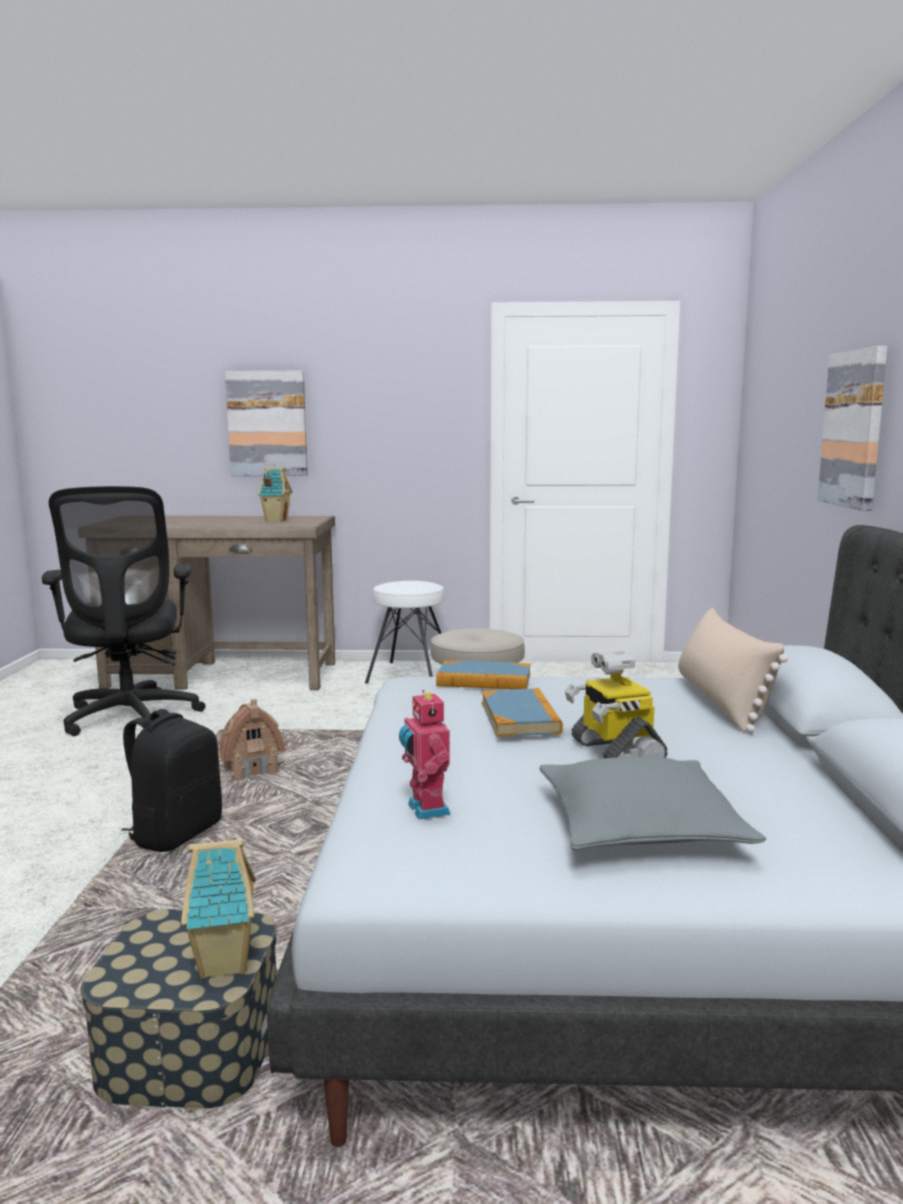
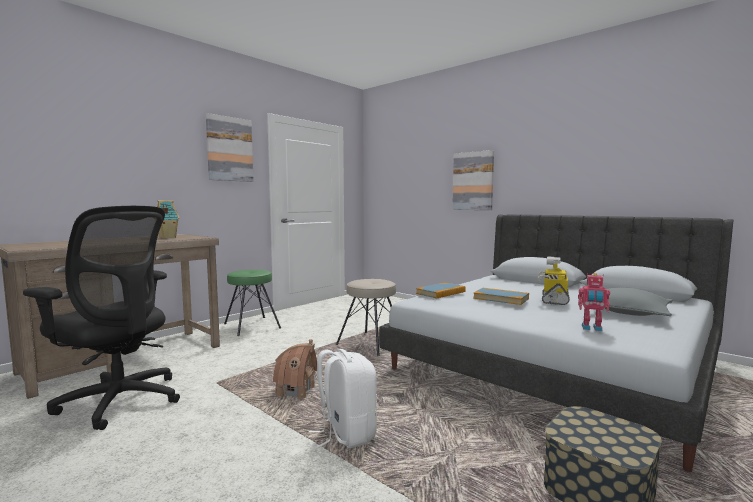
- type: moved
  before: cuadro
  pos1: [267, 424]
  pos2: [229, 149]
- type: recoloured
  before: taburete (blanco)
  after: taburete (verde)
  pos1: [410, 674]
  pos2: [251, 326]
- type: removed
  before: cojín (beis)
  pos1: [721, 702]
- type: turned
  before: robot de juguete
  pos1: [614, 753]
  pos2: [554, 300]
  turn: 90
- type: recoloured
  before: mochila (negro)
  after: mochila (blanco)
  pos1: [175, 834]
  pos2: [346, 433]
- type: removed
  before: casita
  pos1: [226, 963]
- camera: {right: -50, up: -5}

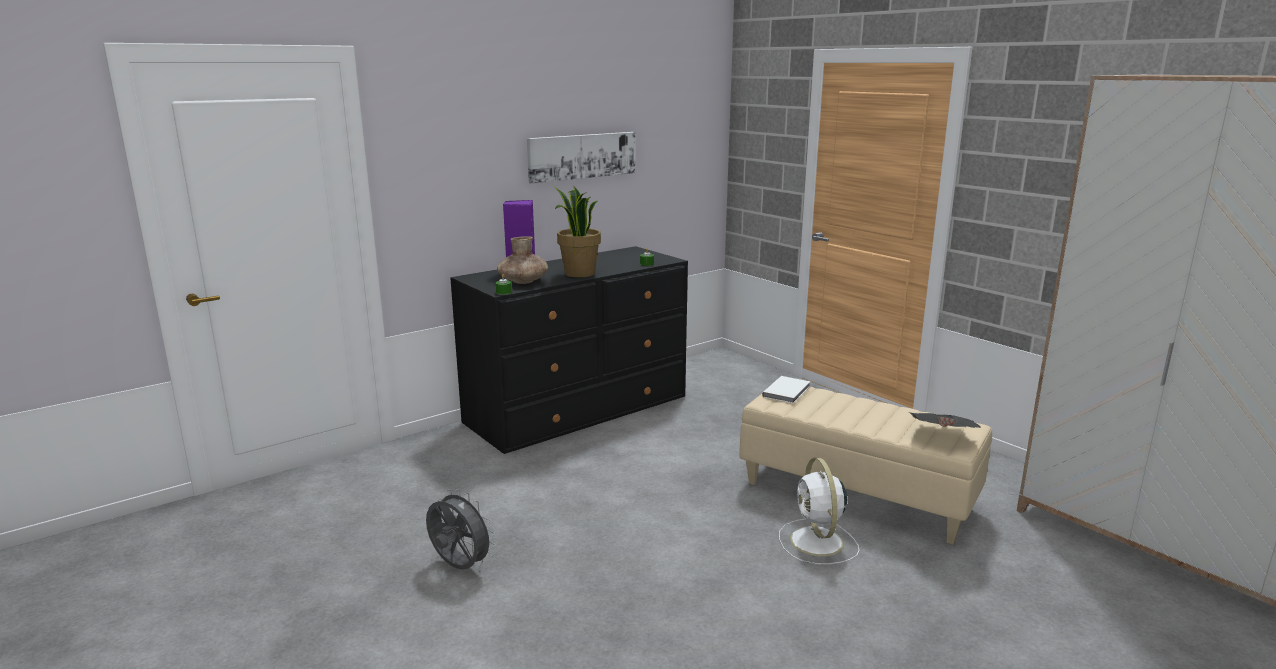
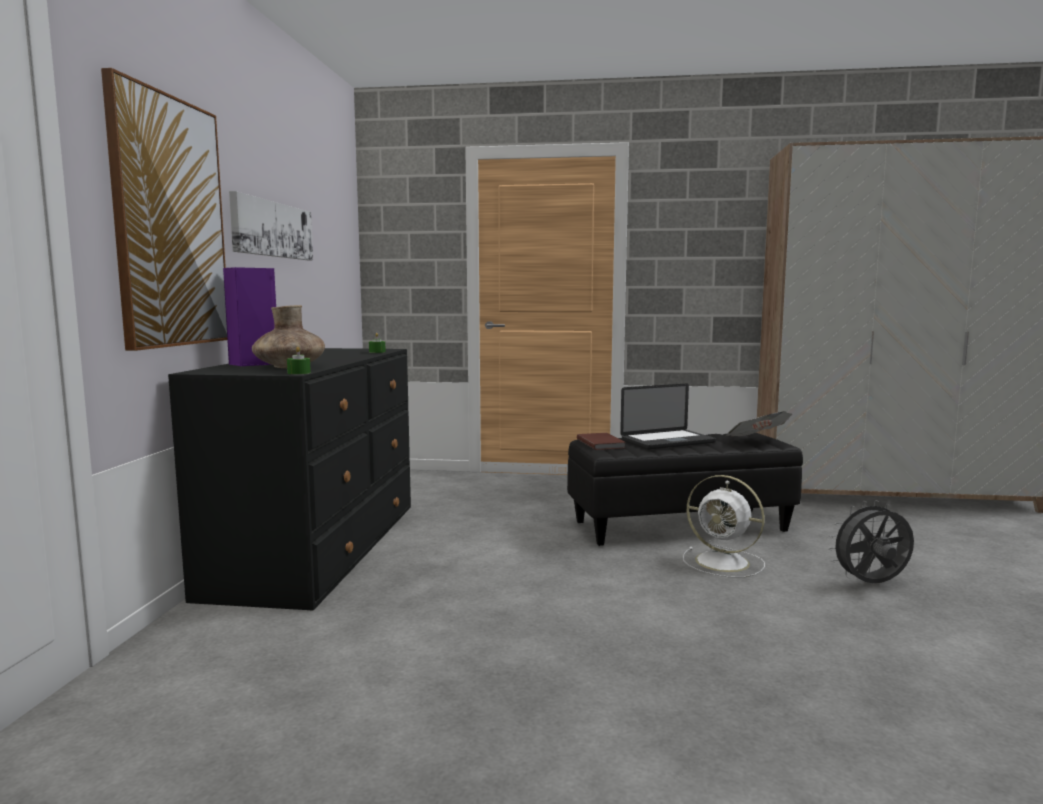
- type: removed
  before: planta en maceta
  pos1: [579, 273]
- type: recoloured
  before: libro (blanco)
  after: libro (marrón)
  pos1: [787, 391]
  pos2: [601, 443]
- type: recoloured
  before: puf (beis)
  after: puf (negro)
  pos1: [857, 495]
  pos2: [679, 526]
- type: moved
  before: ventilador (gris)
  pos1: [459, 567]
  pos2: [871, 584]
- type: added
  after: cuadro
  pos2: [169, 222]
- type: added
  after: portátil
  pos2: [668, 441]
- camera: {right: -45, up: -10}

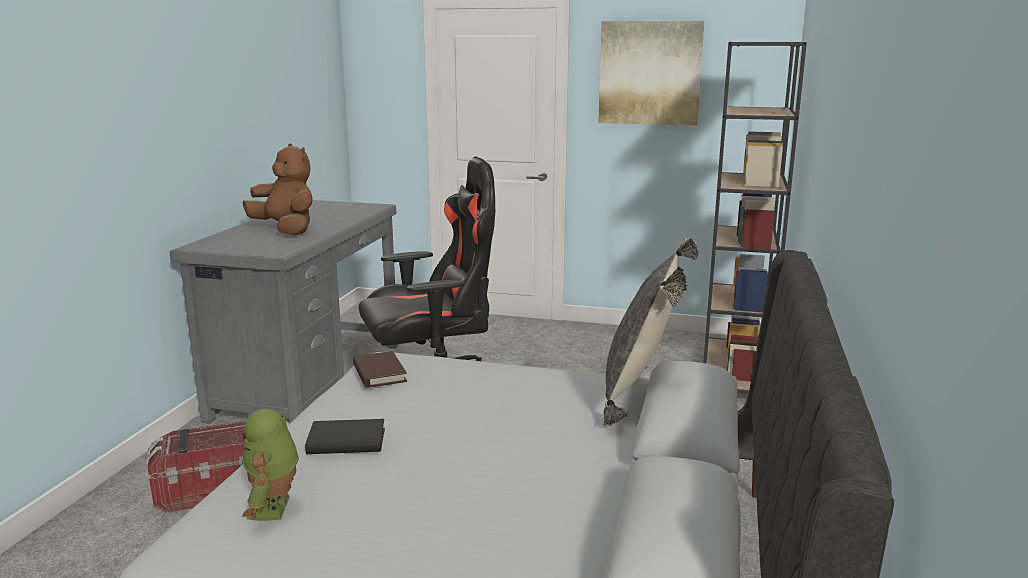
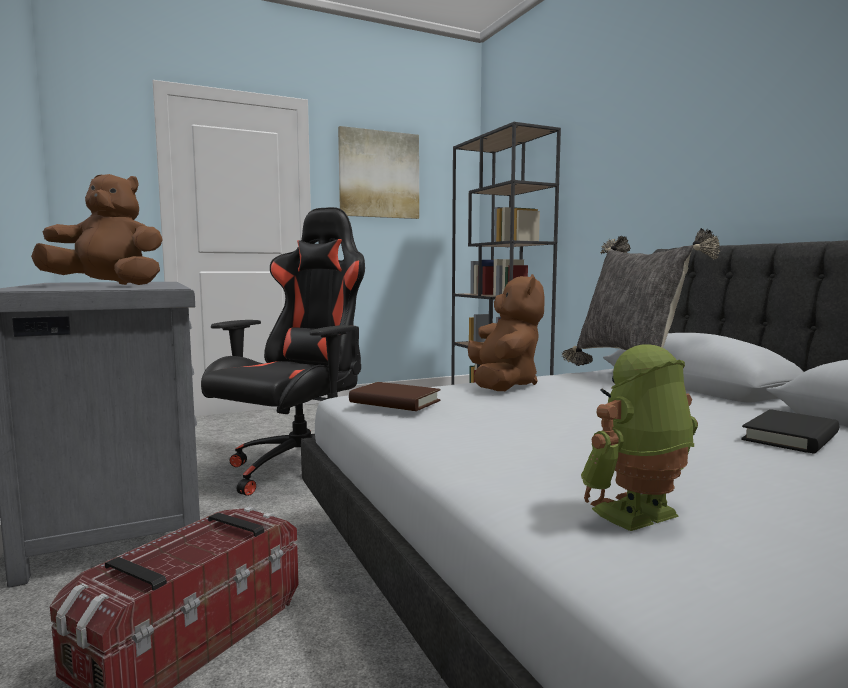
- type: turned
  before: robot de juguete
  pos1: [274, 508]
  pos2: [639, 516]
  turn: 105
- type: moved
  before: libro (negro)
  pos1: [346, 441]
  pos2: [790, 437]
- type: added
  after: peluche (marrón)
  pos2: [503, 384]
- camera: {right: -40, up: -10}

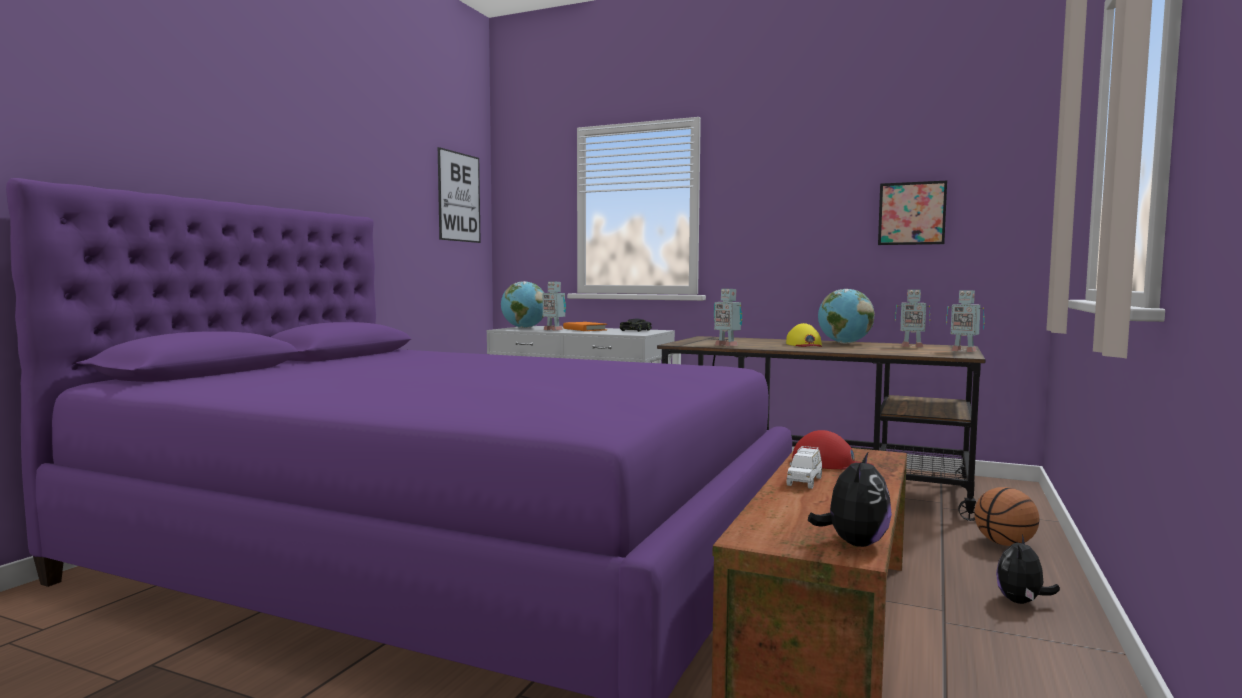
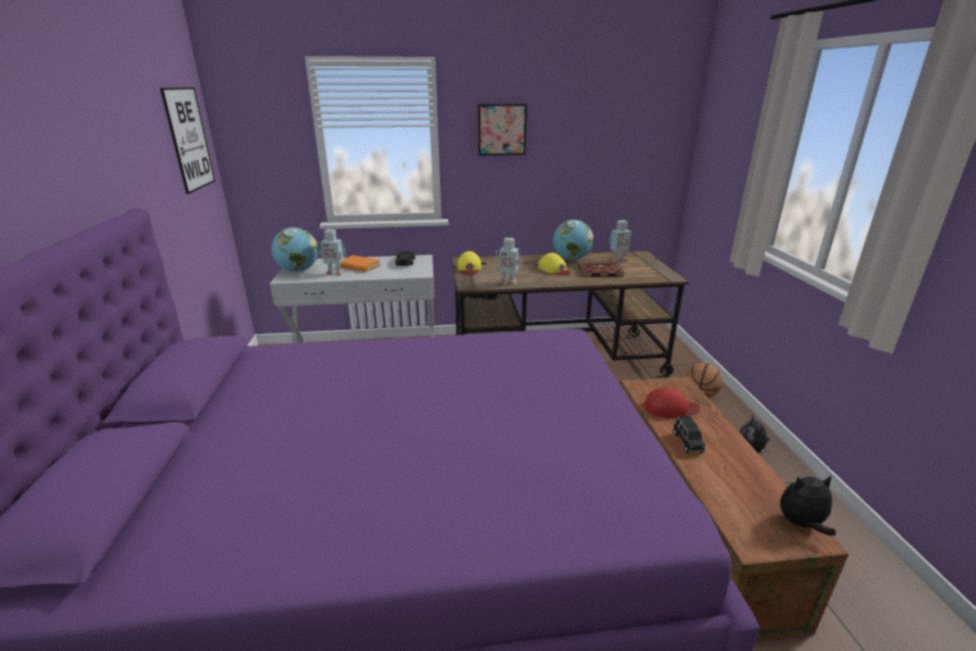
- type: moved
  before: cuadro
  pos1: [911, 213]
  pos2: [502, 130]
- type: removed
  before: robot de juguete
  pos1: [963, 351]
- type: recoloured
  before: coche de juguete (blanco)
  after: coche de juguete (negro)
  pos1: [804, 481]
  pos2: [687, 442]
- type: turned
  before: peluche
  pos1: [854, 543]
  pos2: [801, 524]
  turn: -90
- type: added
  after: gorra (amarillo)
  pos2: [469, 268]
- type: added
  after: libro
  pos2: [599, 272]
- camera: {right: -30, up: 20}

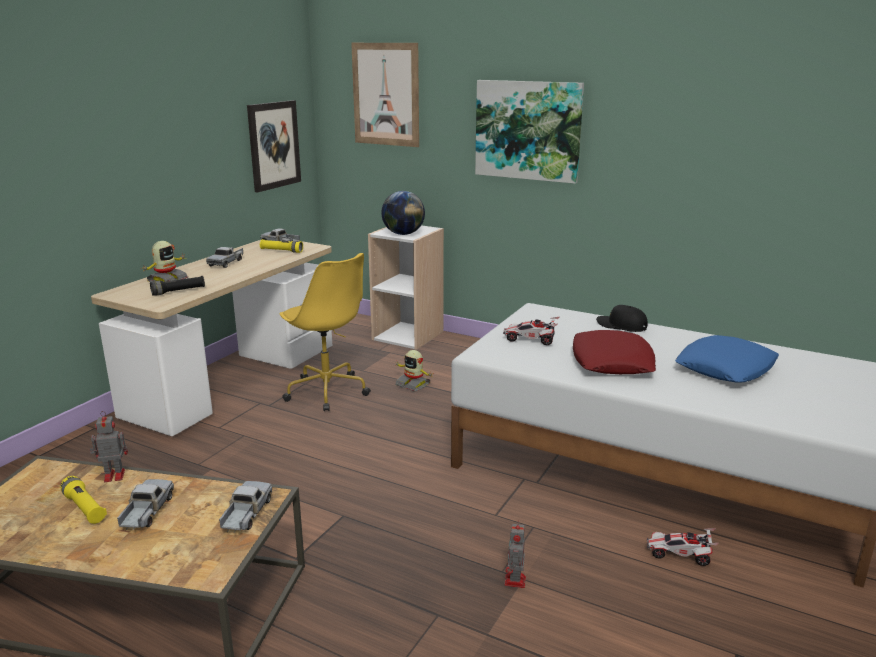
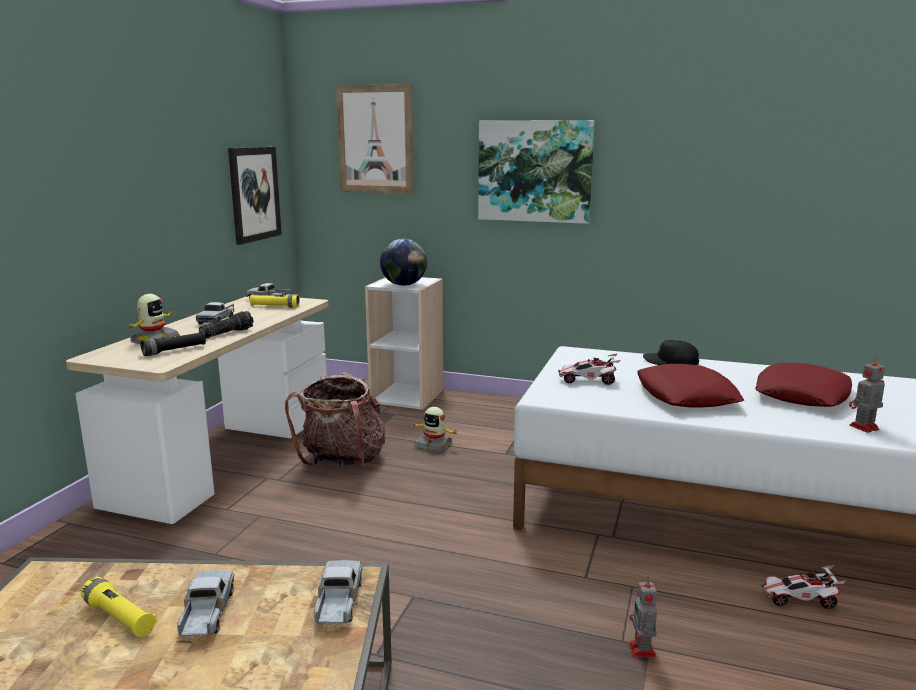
- type: replaced
  before: silla de oficina (amarillo)
  after: mochila
  pos1: [328, 392]
  pos2: [342, 461]
- type: recoloured
  before: cojín (azul)
  after: cojín (rojo)
  pos1: [725, 368]
  pos2: [802, 395]
- type: moved
  before: robot de juguete
  pos1: [113, 476]
  pos2: [863, 427]
- type: added
  after: linterna
  pos2: [226, 333]
- camera: {right: -10, up: -5}

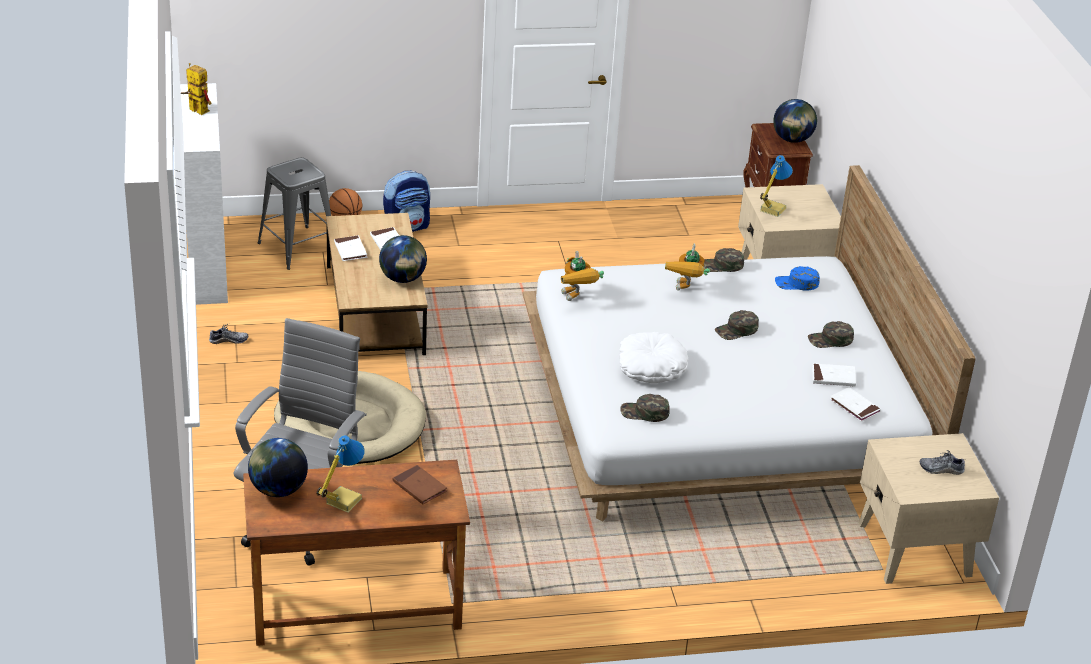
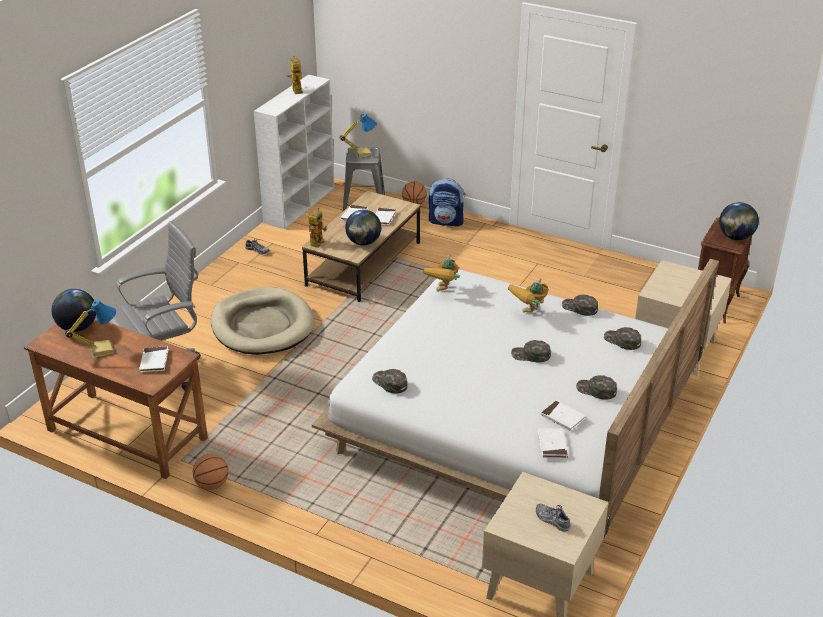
- type: moved
  before: lámpara de mesa
  pos1: [772, 209]
  pos2: [362, 153]
- type: recoloured
  before: gorra (azul)
  after: gorra (verde)
  pos1: [796, 283]
  pos2: [622, 341]
- type: removed
  before: cojín (blanco)
  pos1: [652, 367]
- type: recoloured
  before: libro (marrón)
  after: libro (blanco)
  pos1: [419, 487]
  pos2: [154, 361]
- type: added
  after: robot de juguete
  pos2: [317, 241]
- type: added
  after: balón de baloncesto
  pos2: [212, 484]
- camera: {right: 40, up: 0}

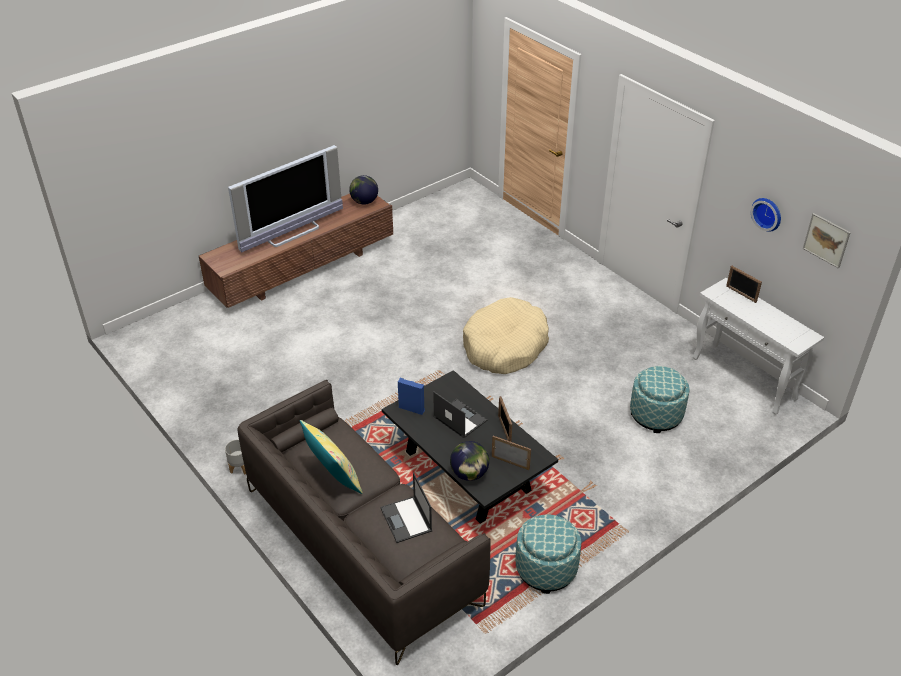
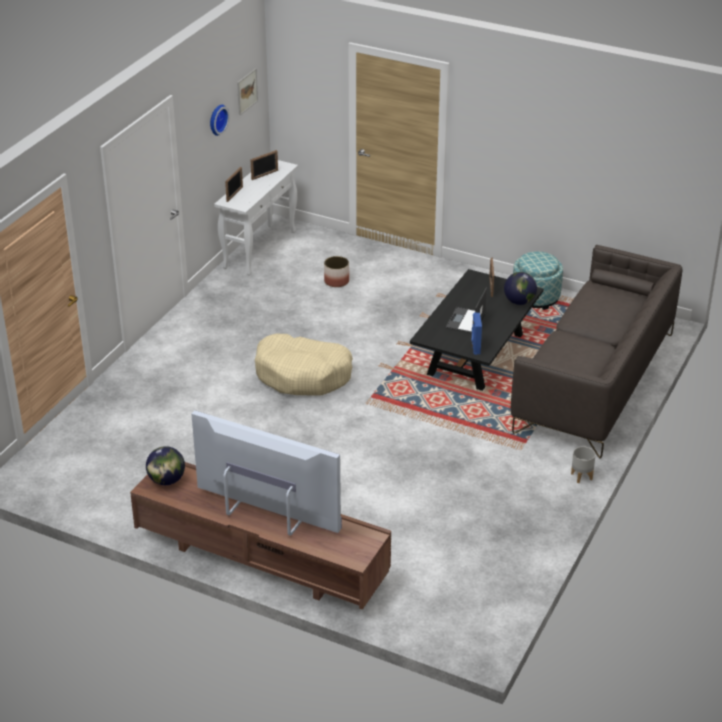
- type: replaced
  before: puf
  after: maceta
  pos1: [656, 415]
  pos2: [336, 281]
- type: moved
  before: portarretratos
  pos1: [504, 430]
  pos2: [265, 175]
- type: removed
  before: cojín (amarillo)
  pos1: [333, 478]
- type: removed
  before: portátil
  pos1: [406, 520]
- camera: {right: -115, up: -5}

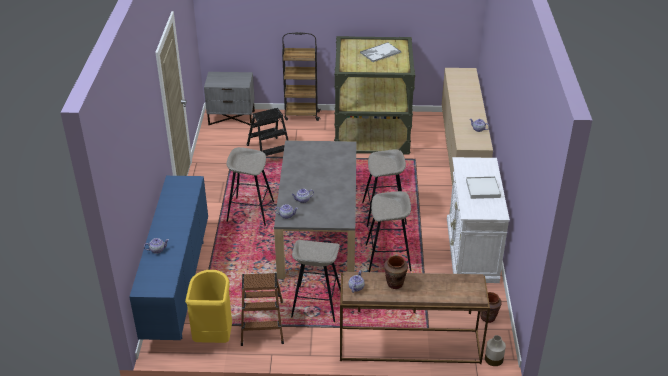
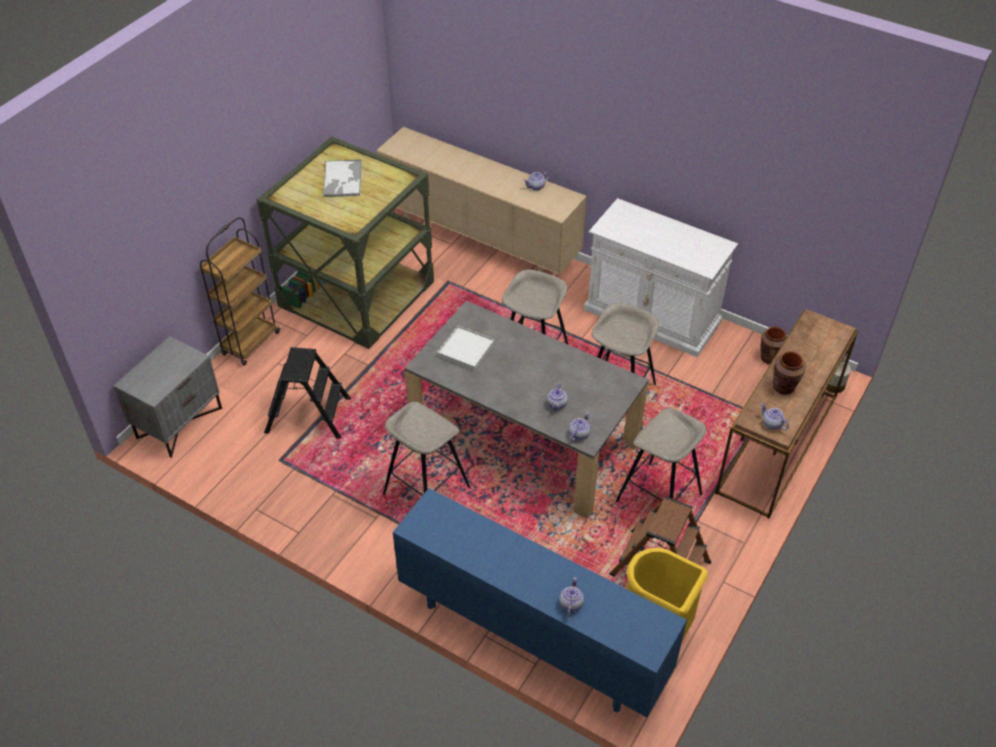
- type: moved
  before: bandeja (blanco)
  pos1: [483, 189]
  pos2: [466, 350]
- camera: {right: -60, up: 10}

